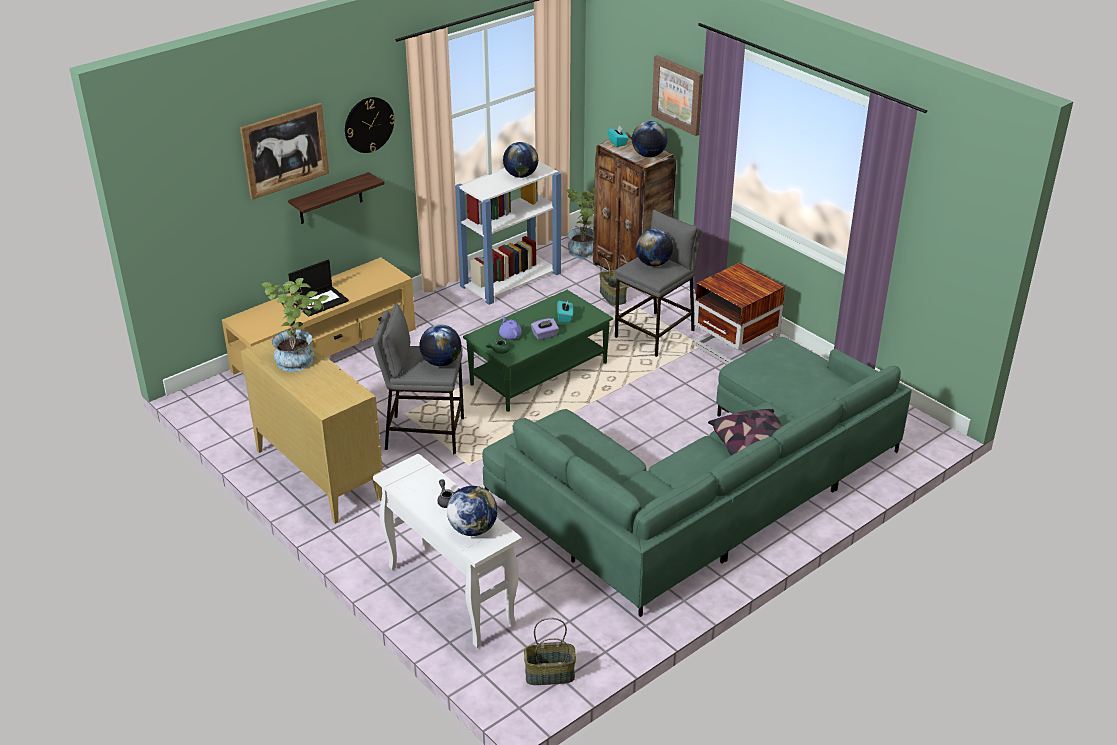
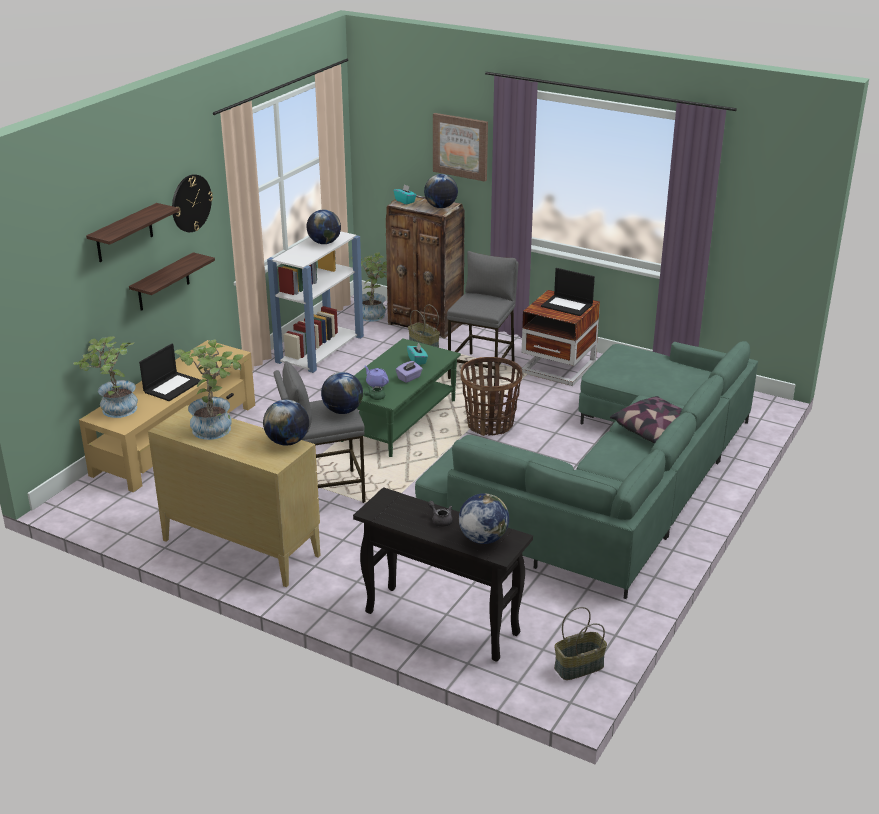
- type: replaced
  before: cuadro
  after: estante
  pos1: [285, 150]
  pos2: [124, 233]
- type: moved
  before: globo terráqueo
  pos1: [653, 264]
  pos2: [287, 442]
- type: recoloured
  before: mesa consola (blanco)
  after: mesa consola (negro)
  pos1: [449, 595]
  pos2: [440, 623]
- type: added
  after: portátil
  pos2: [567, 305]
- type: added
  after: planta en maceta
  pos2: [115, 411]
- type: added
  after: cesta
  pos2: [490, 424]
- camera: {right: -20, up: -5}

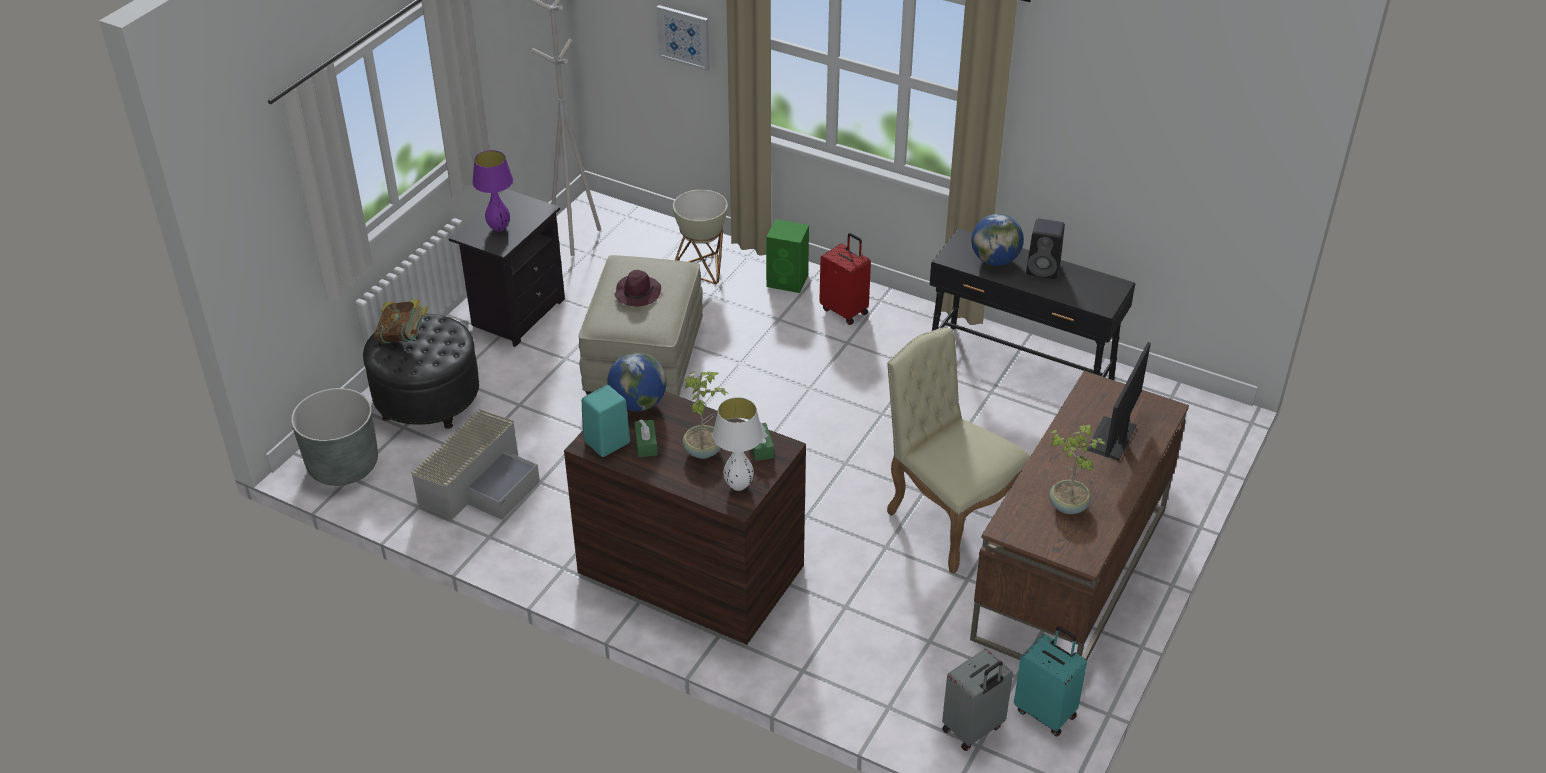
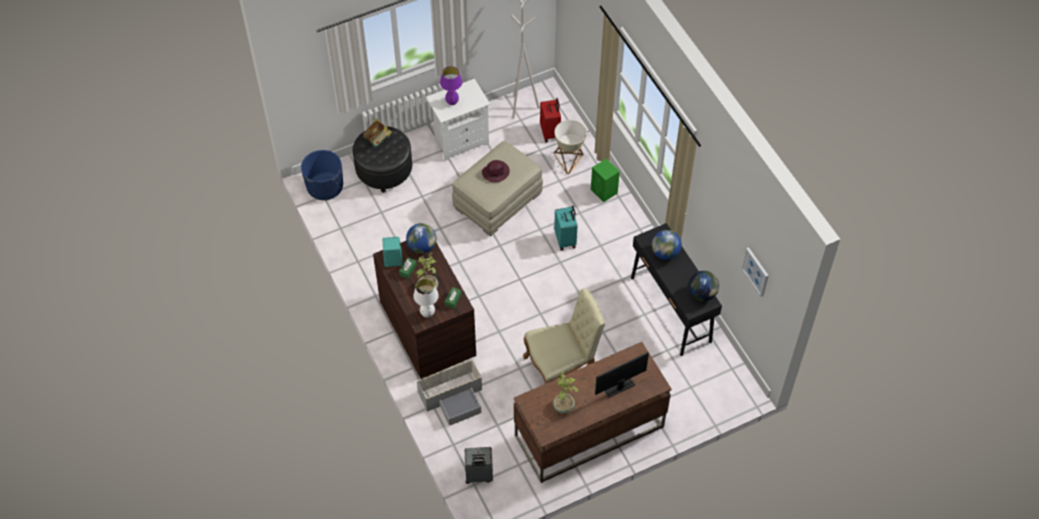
- type: moved
  before: cuadro
  pos1: [684, 37]
  pos2: [756, 271]
- type: recoloured
  before: mesita de noche (negro)
  after: mesita de noche (blanco)
  pos1: [516, 313]
  pos2: [460, 140]
- type: removed
  before: altavoz (negro)
  pos1: [1044, 269]
- type: moved
  before: maleta (rojo)
  pos1: [845, 310]
  pos2: [550, 133]
- type: turned
  before: silla (beis)
  pos1: [949, 518]
  pos2: [561, 370]
  turn: 75
- type: recoloured
  before: maceta (gris)
  after: maceta (azul)
  pos1: [343, 465]
  pos2: [325, 187]
- type: moved
  before: caja de almacenaje (gris)
  pos1: [480, 482]
  pos2: [454, 396]
- type: moved
  before: maleta (turquesa)
  pos1: [1046, 712]
  pos2: [566, 240]
- type: added
  after: globo terráqueo
  pos2: [702, 294]
- camera: {right: 35, up: 15}

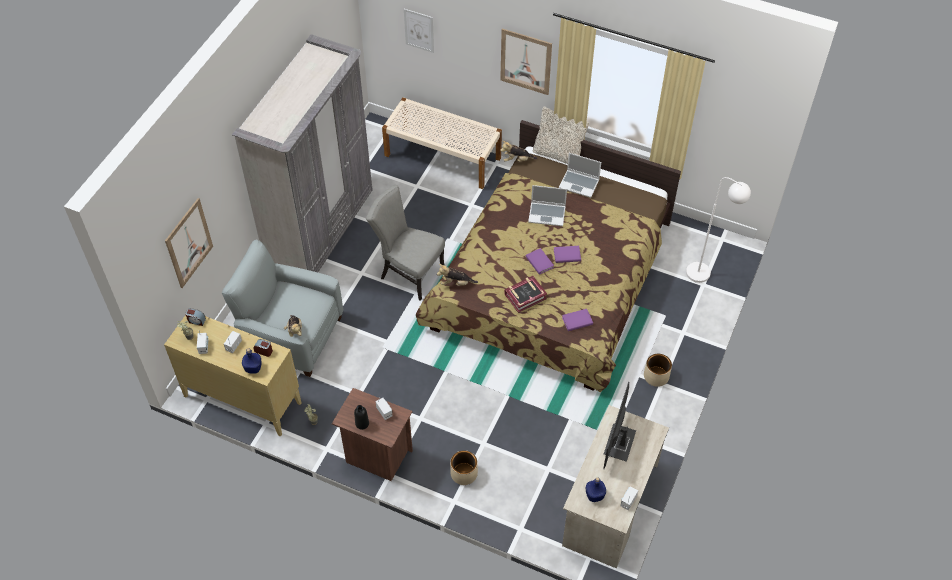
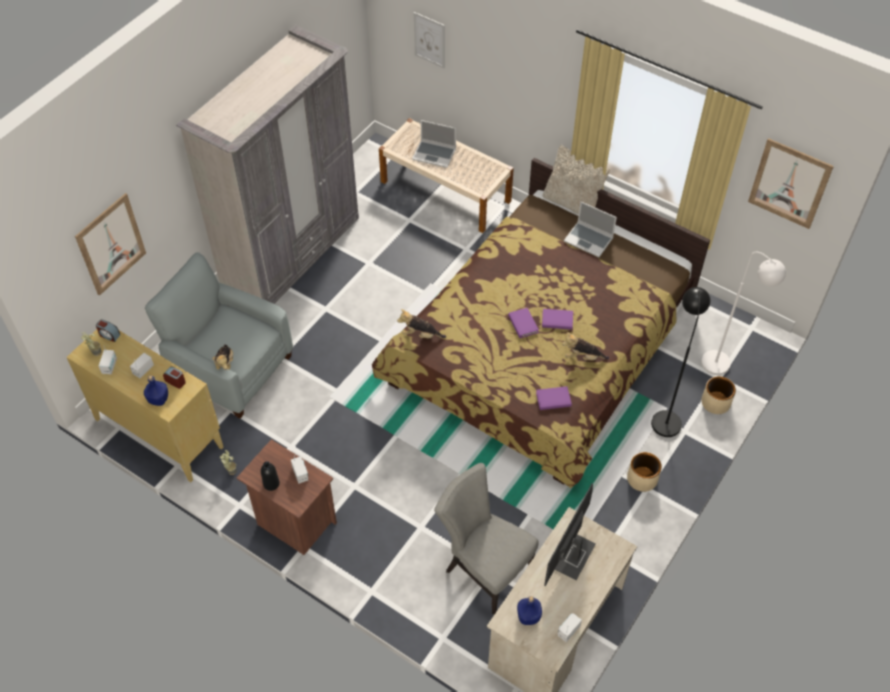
- type: moved
  before: cuadro
  pos1: [525, 61]
  pos2: [789, 183]
- type: moved
  before: peluche
  pos1: [517, 160]
  pos2: [583, 357]
- type: moved
  before: silla (gris)
  pos1: [408, 272]
  pos2: [484, 568]
- type: moved
  before: portátil
  pos1: [547, 214]
  pos2: [435, 154]
- type: removed
  before: libro
  pos1: [525, 296]
- type: moved
  before: maceta (beis)
  pos1: [464, 473]
  pos2: [715, 403]
- type: added
  after: lámpara de pie (negro)
  pos2: [666, 416]
- camera: {right: 10, up: 0}

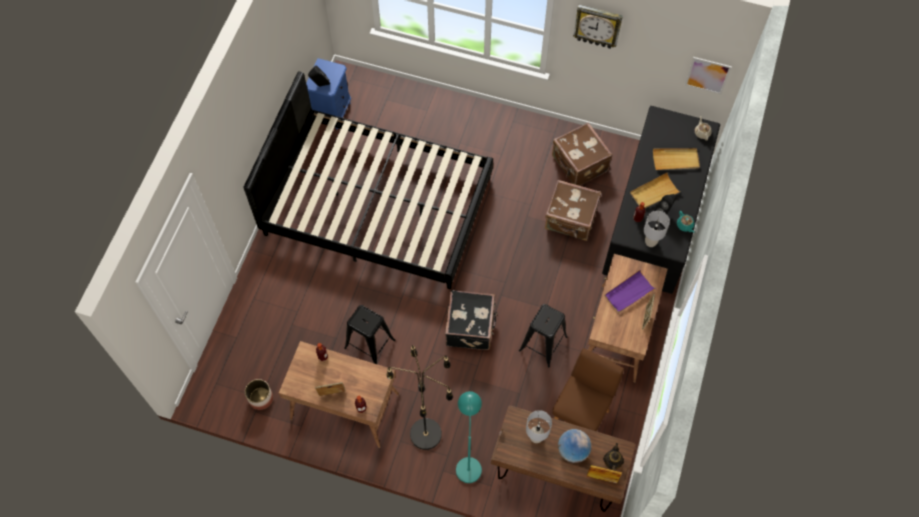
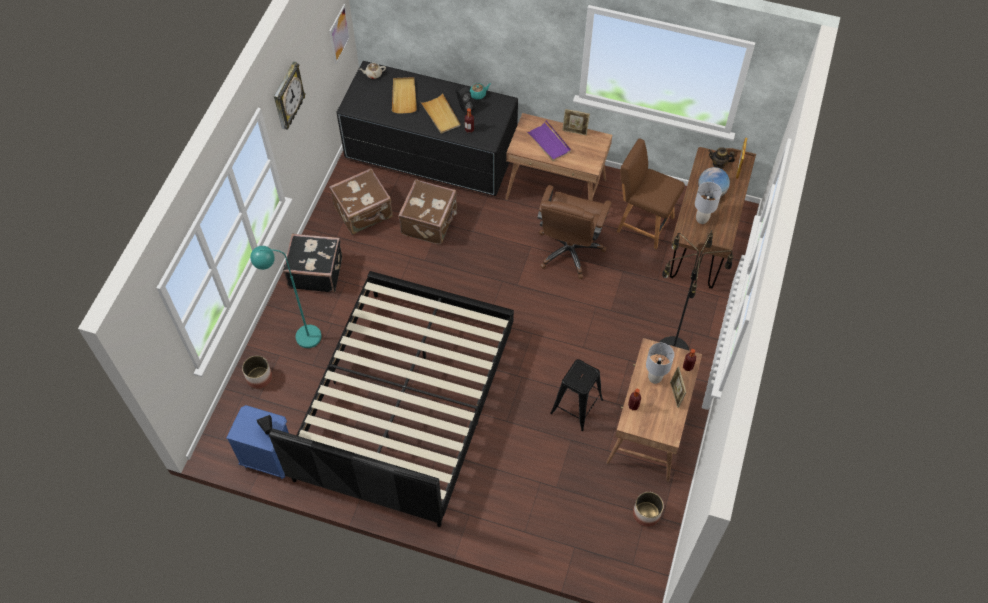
- type: moved
  before: lámpara de mesa (gris)
  pos1: [650, 242]
  pos2: [655, 378]
- type: moved
  before: maleta (negro)
  pos1: [471, 327]
  pos2: [315, 272]
- type: replaced
  before: taburete (negro)
  after: silla de oficina (marrón)
  pos1: [543, 343]
  pos2: [569, 250]
- type: moved
  before: lámpara de pie (turquesa)
  pos1: [468, 462]
  pos2: [300, 337]
- type: added
  after: maceta
  pos2: [259, 378]
- camera: {right: -90, up: -5}

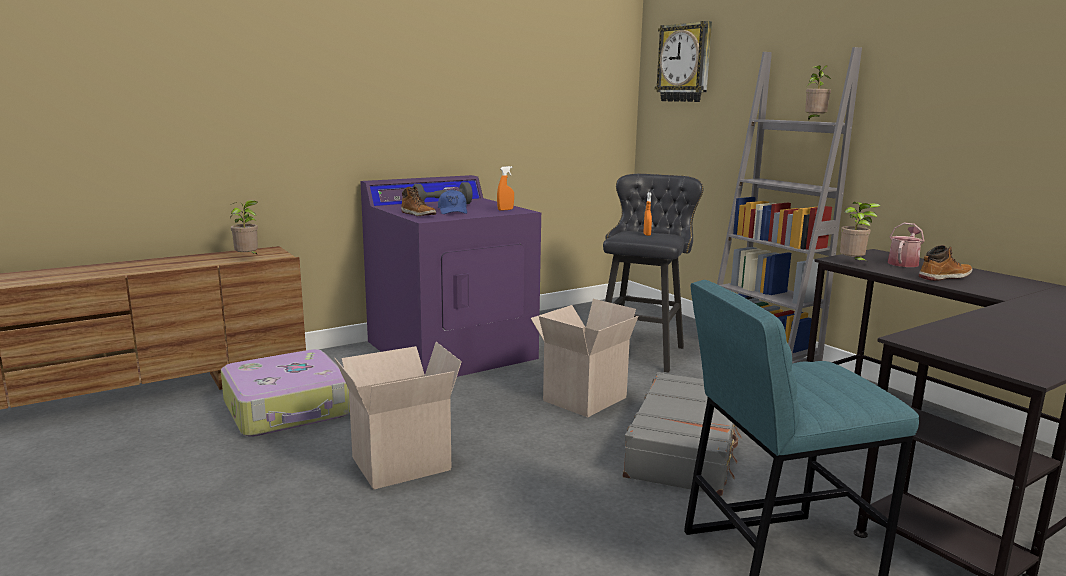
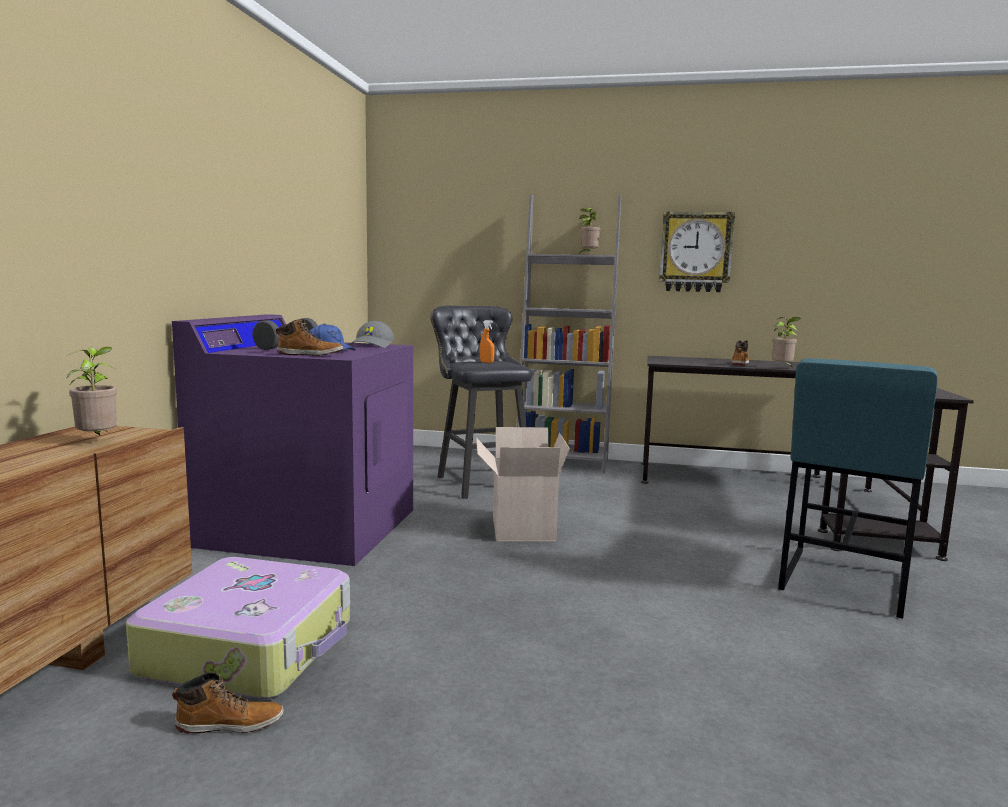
- type: moved
  before: reloj de pared
  pos1: [685, 63]
  pos2: [695, 252]
- type: replaced
  before: pulverizador (naranja)
  after: gorra (gris)
  pos1: [505, 210]
  pos2: [372, 345]
- type: moved
  before: planta en maceta
  pos1: [853, 263]
  pos2: [783, 368]
- type: removed
  before: regadera
  pos1: [903, 263]
- type: removed
  before: caja de cartón
  pos1: [401, 462]
- type: removed
  before: maleta (gris)
  pos1: [686, 447]
- type: added
  after: bota
  pos2: [230, 723]
- camera: {right: -45, up: -5}

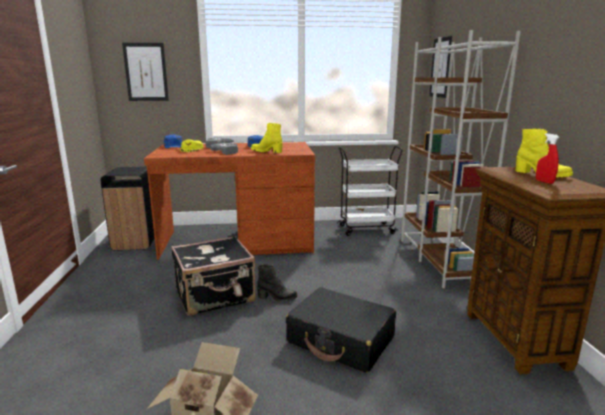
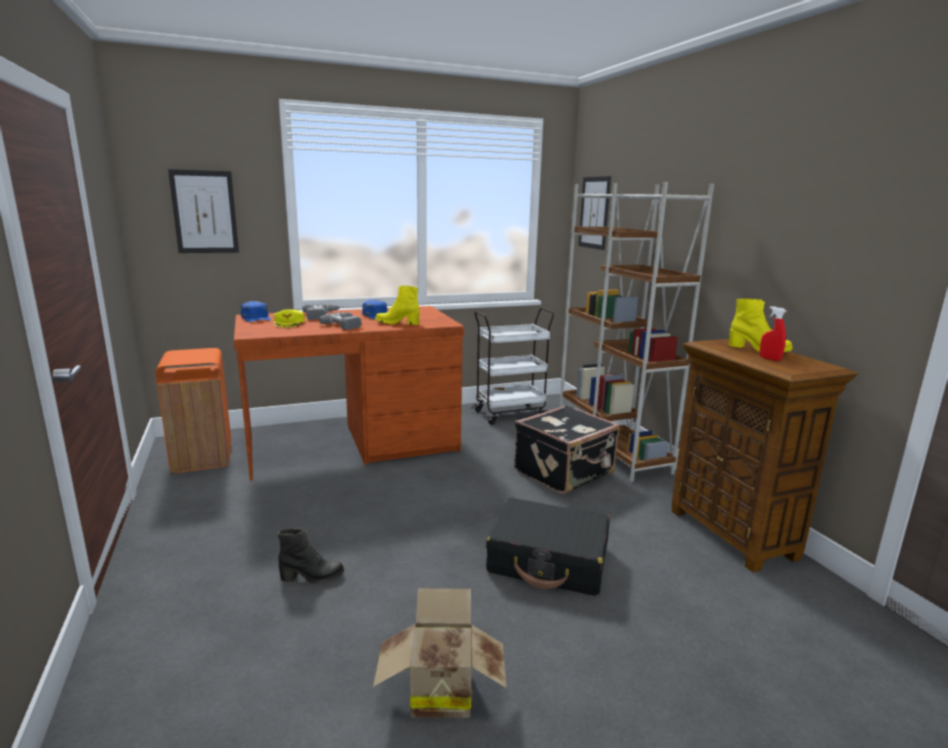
- type: recoloured
  before: papelera (negro)
  after: papelera (naranja)
  pos1: [136, 242]
  pos2: [203, 457]
- type: moved
  before: maleta (negro)
  pos1: [215, 296]
  pos2: [565, 472]
- type: moved
  before: bota (negro)
  pos1: [277, 298]
  pos2: [312, 577]
- camera: {right: -15, up: 0}

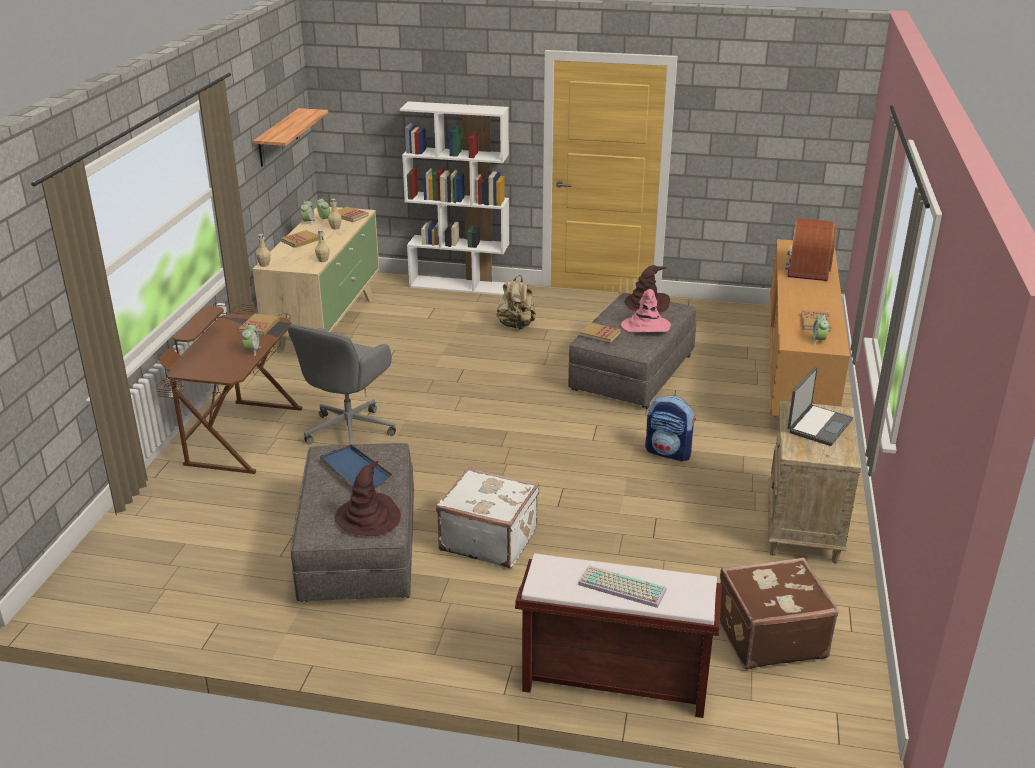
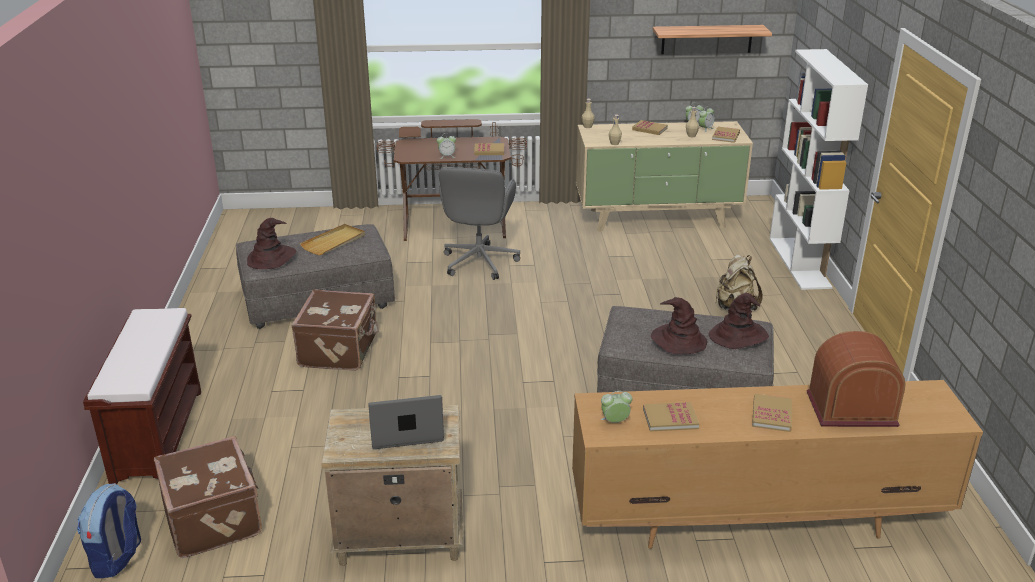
- type: recoloured
  before: sombrero (rosa)
  after: sombrero (marrón)
  pos1: [645, 326]
  pos2: [678, 341]
- type: moved
  before: libro
  pos1: [600, 334]
  pos2: [771, 414]
- type: turned
  before: silla de oficina (gris)
  pos1: [349, 432]
  pos2: [479, 263]
  turn: -90
- type: turned
  before: portátil
  pos1: [818, 426]
  pos2: [406, 432]
  turn: 150
- type: moved
  before: mochila
  pos1: [669, 452]
  pos2: [117, 558]
- type: recoloured
  before: bandeja (azul)
  after: bandeja (beis)
  pos1: [354, 470]
  pos2: [334, 242]
- type: recoloured
  before: maleta (blanco)
  after: maleta (marrón)
  pos1: [489, 539]
  pos2: [340, 350]
- type: removed
  before: teclado
  pos1: [620, 588]
- camera: {right: 75, up: 0}

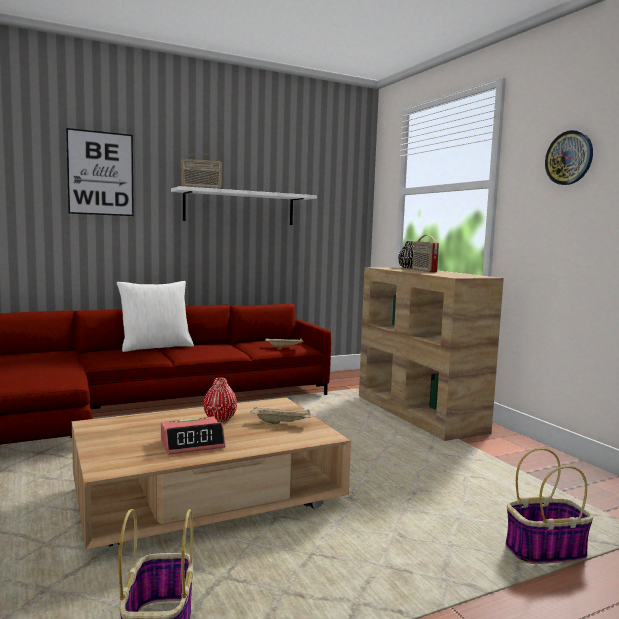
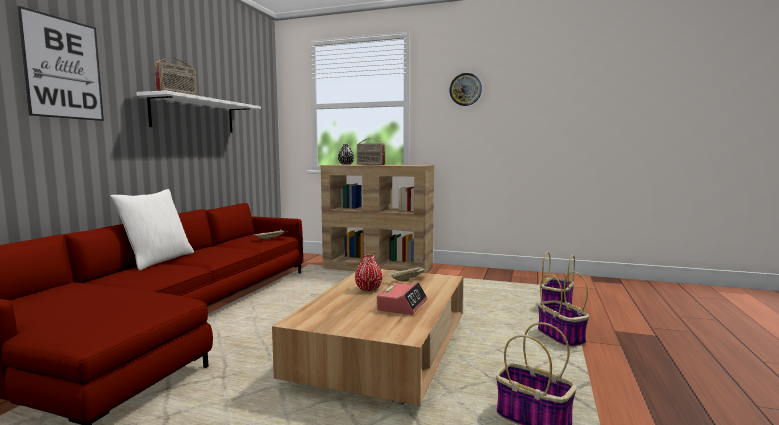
- type: added
  after: cesta
  pos2: [561, 337]
- camera: {right: -45, up: 0}

